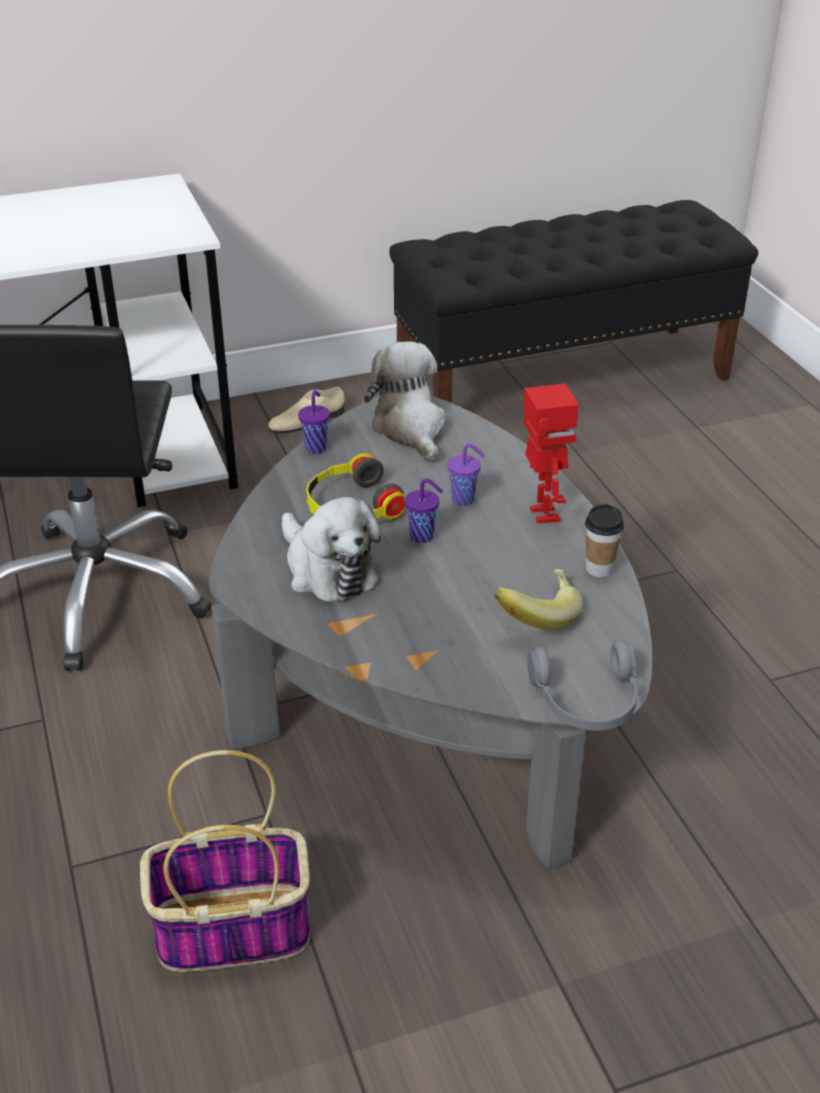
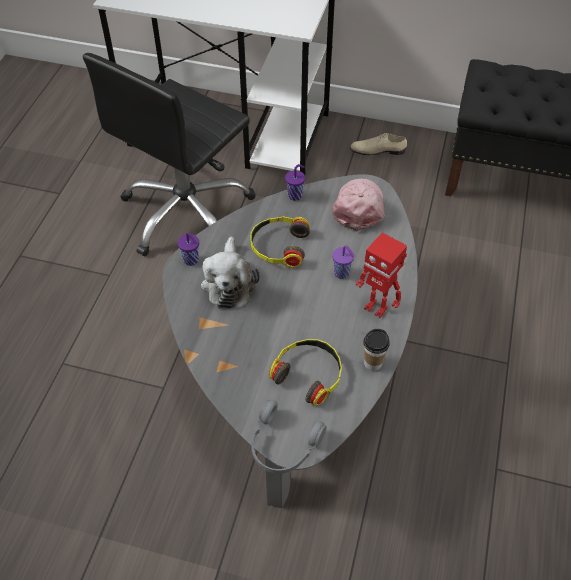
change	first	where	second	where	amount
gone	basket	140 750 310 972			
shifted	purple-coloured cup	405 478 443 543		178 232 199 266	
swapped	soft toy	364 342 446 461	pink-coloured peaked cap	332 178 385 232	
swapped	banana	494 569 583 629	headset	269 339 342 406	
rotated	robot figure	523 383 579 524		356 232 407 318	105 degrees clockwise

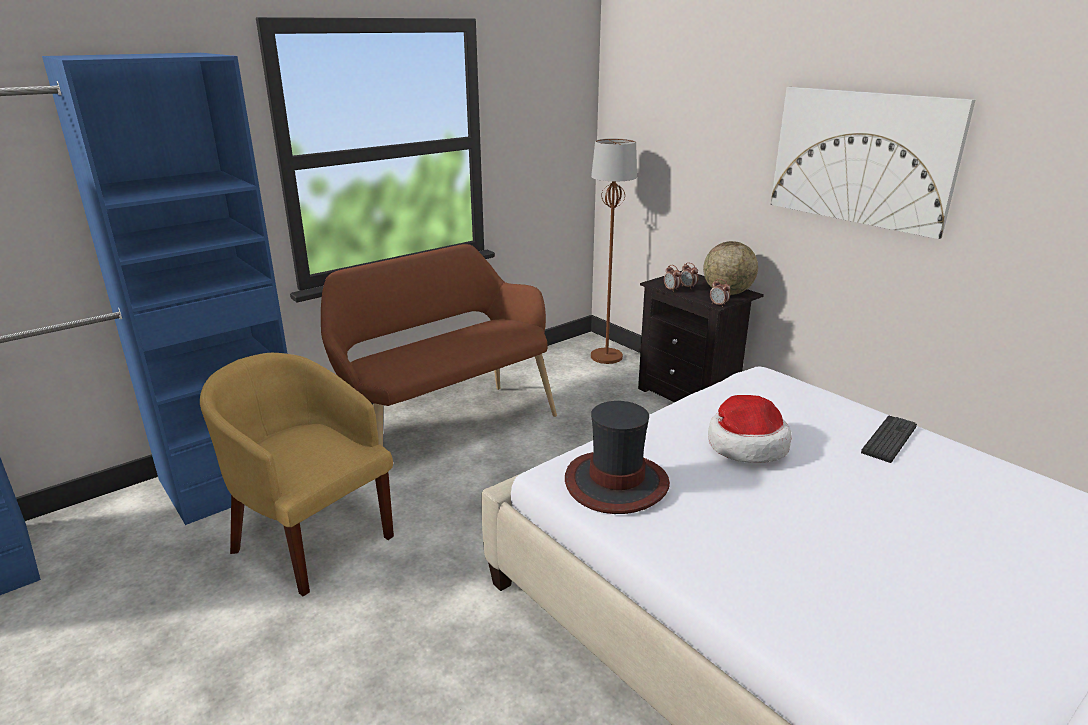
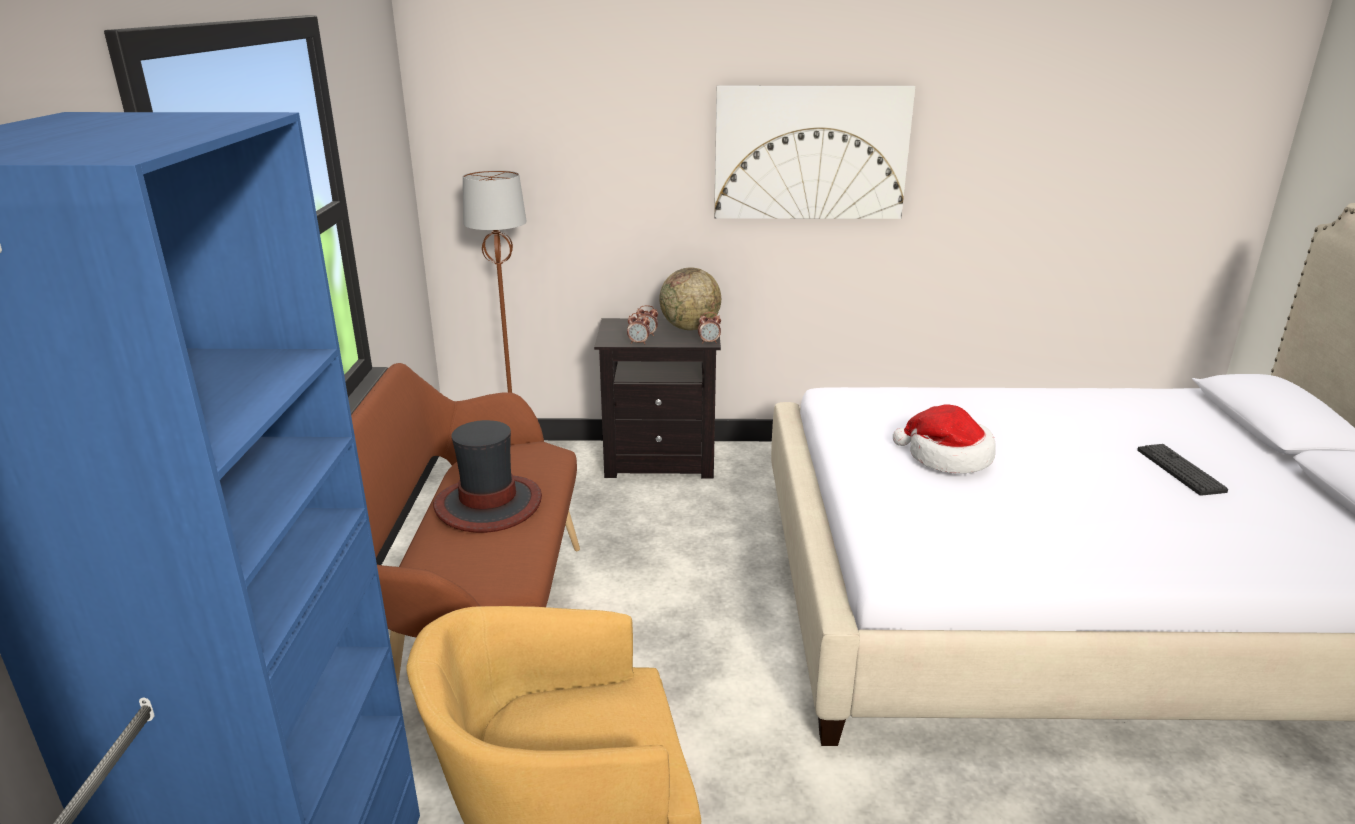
change	first	where	second	where	amount
shifted	hat	565 401 670 514		433 420 542 533	
shifted	computer keyboard	861 416 917 463		1137 444 1228 496	

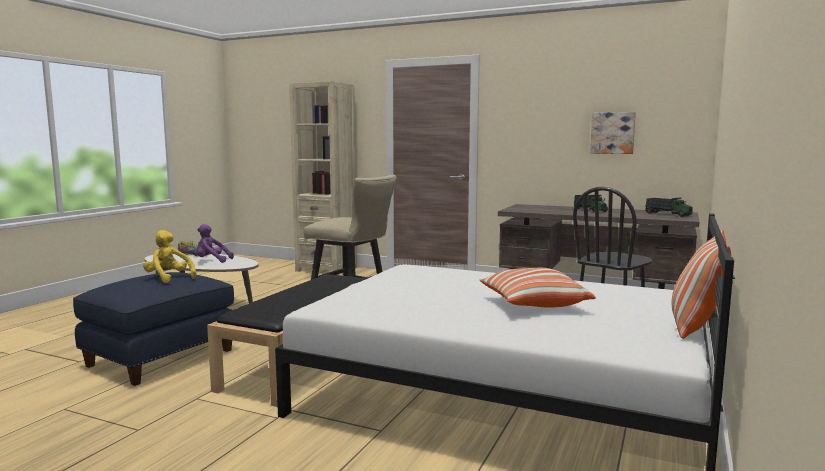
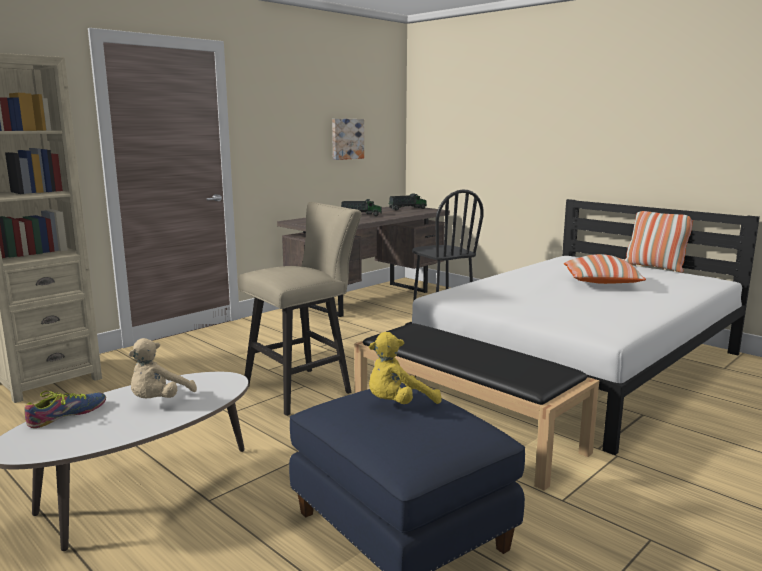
change	first	where	second	where	amount
repainted	purple-coloured soft toy	197 224 234 263	beige soft toy	128 338 197 398	

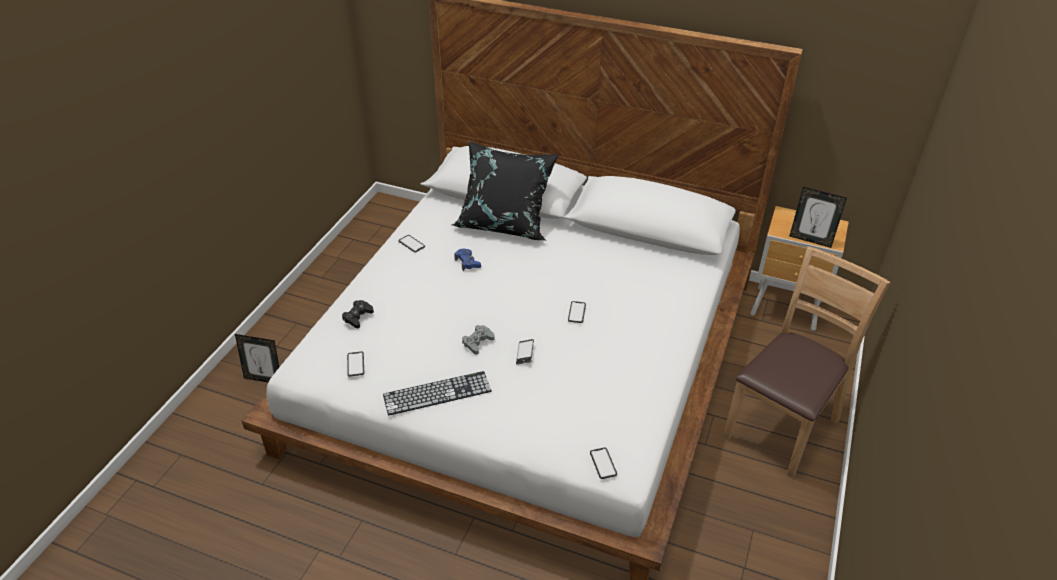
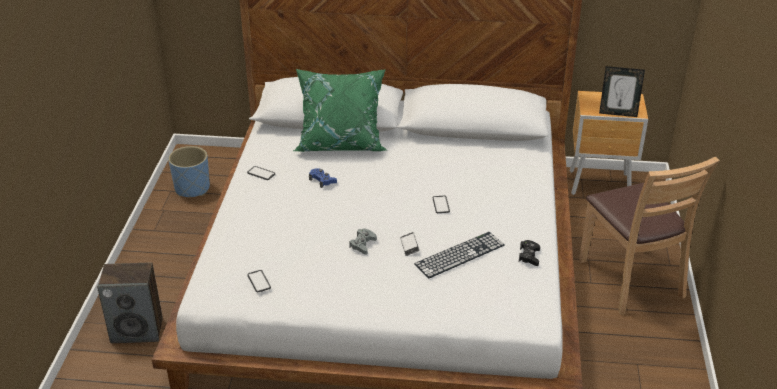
change	first	where	second	where	amount
gone	phone	590 447 617 479			
new			blue-coloured plant pot	168 146 210 197	
shifted	black game controller	342 300 374 328		519 240 540 266	
shifted	computer keyboard	383 371 492 416		414 232 505 278	
swapped	picture frame	235 334 279 382	speaker	97 262 163 343	
repainted	black throw pillow	452 141 559 240	greenish throw pillow	293 69 387 152	
rotated	brown-coloured chair	723 246 891 478		579 156 720 315	135 degrees clockwise

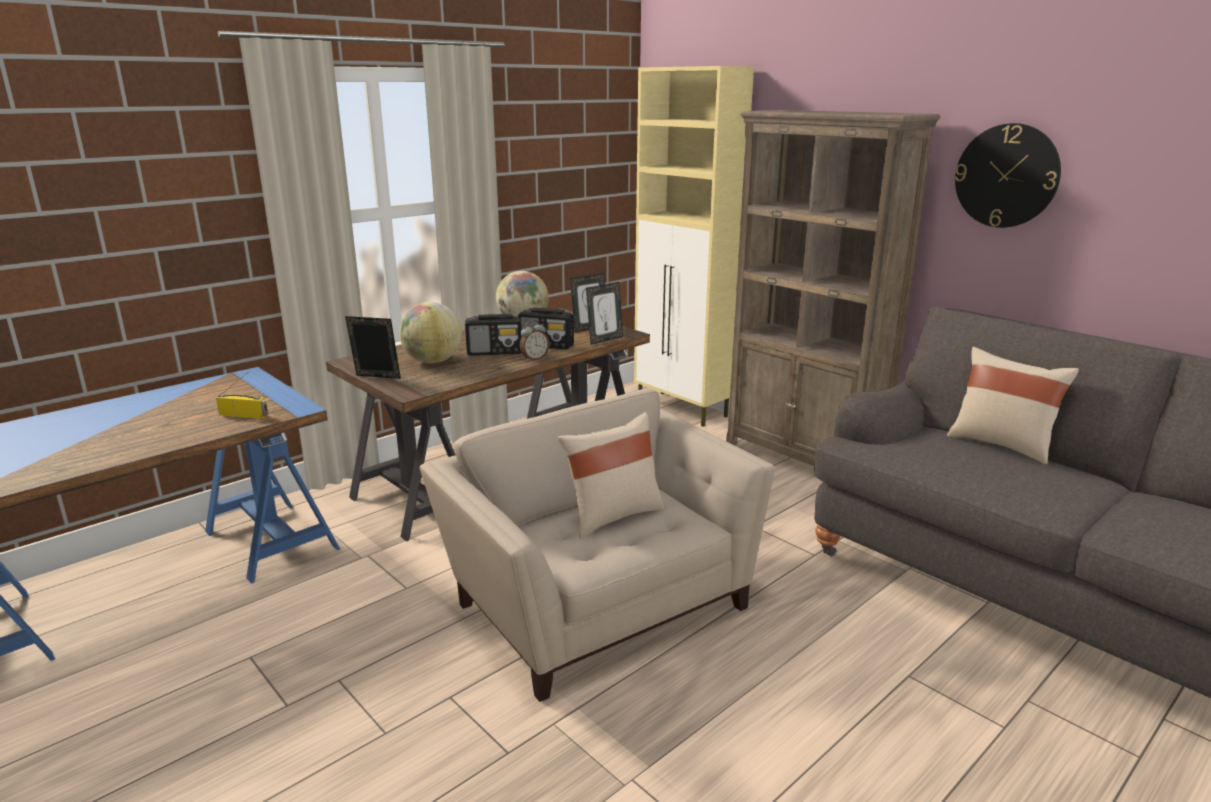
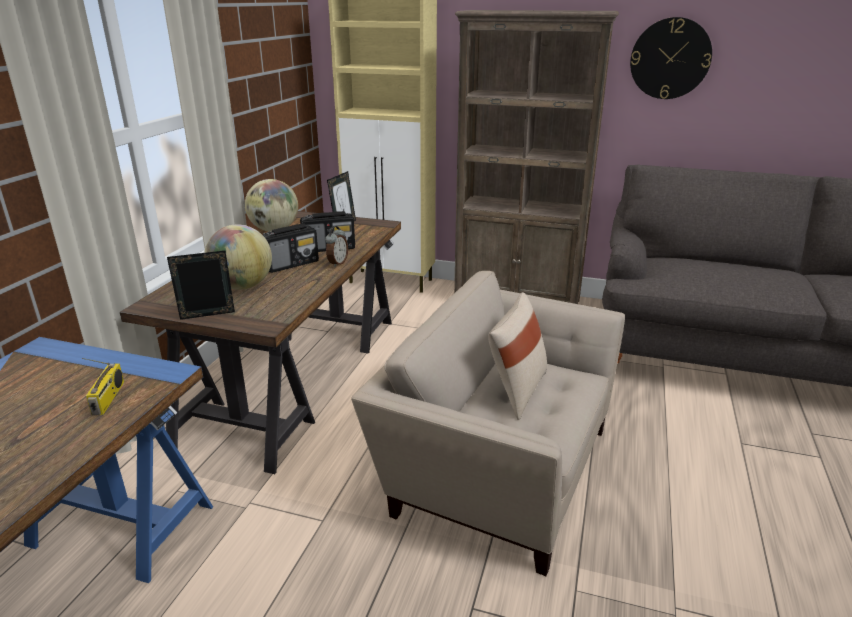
change	first	where	second	where	amount
gone	picture frame	586 282 623 345			
gone	beige throw pillow	947 347 1079 465			
rotated	radio set	216 372 268 419		82 358 124 415	105 degrees clockwise

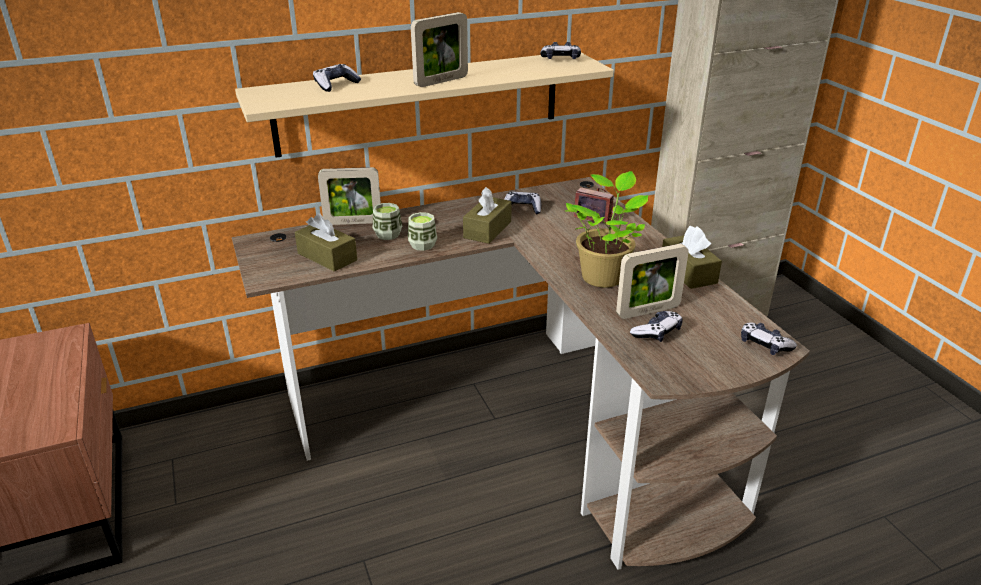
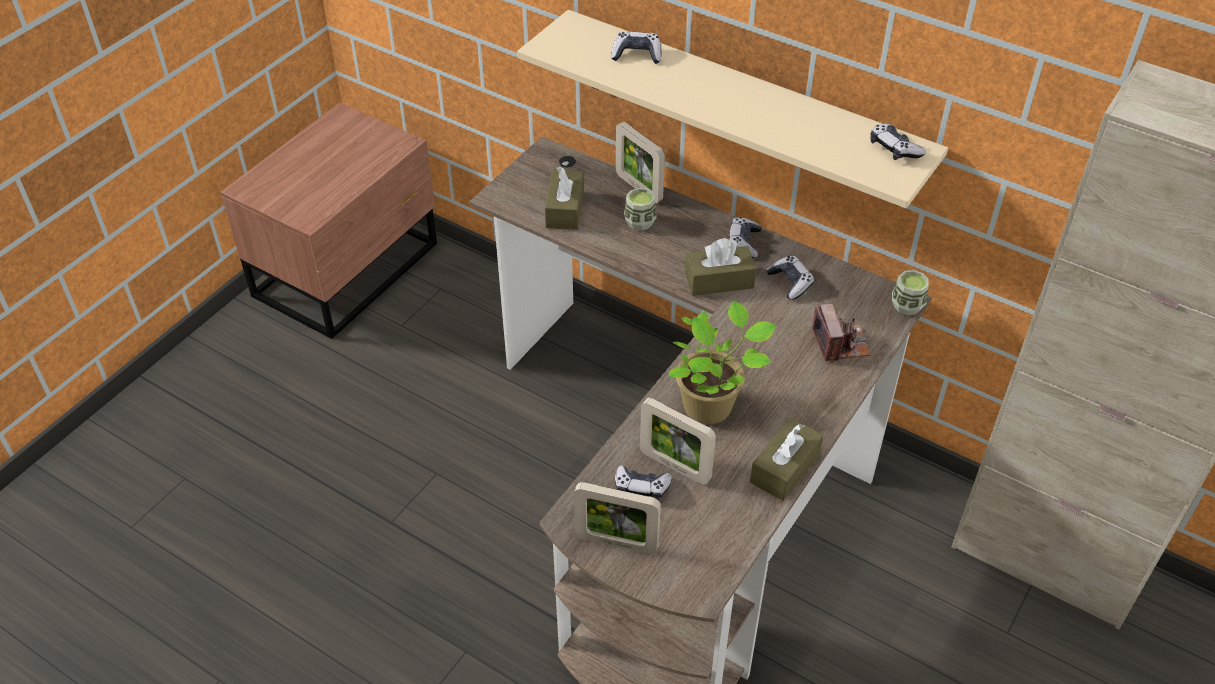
change	first	where	second	where	amount
shifted	cup	408 212 437 251		892 270 929 315	
shifted	picture frame	411 12 468 87		574 482 661 555	
shifted	game controller	741 322 797 355		729 217 762 258	

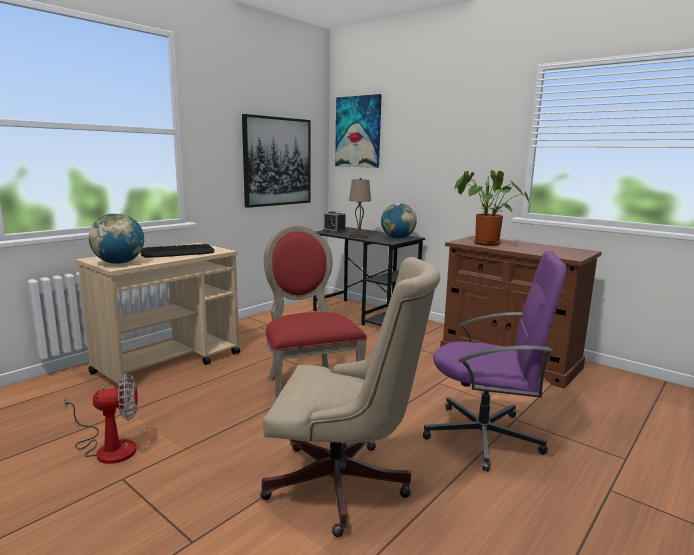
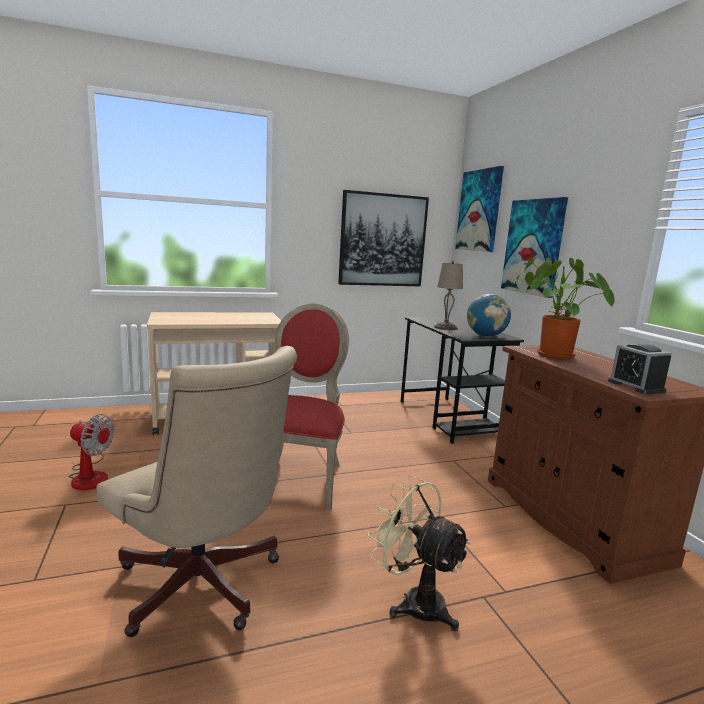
change	first	where	second	where	amount
gone	desk globe	89 213 144 264			
gone	computer keyboard	141 244 215 258			
new			wall art	501 197 568 298	
shifted	bedside clock	323 211 346 233		608 344 672 394	
swapped	purple-coloured desk chair	423 251 567 472	beige fan	367 475 471 631	

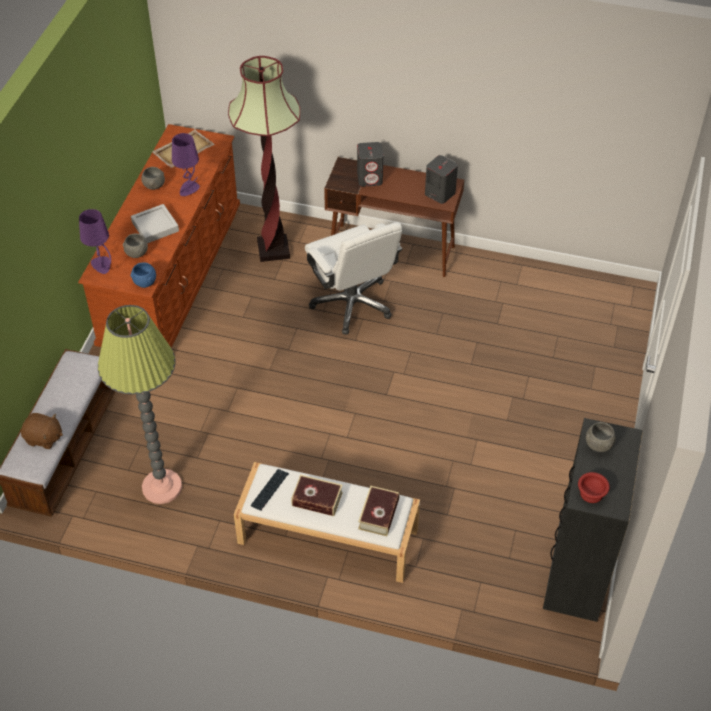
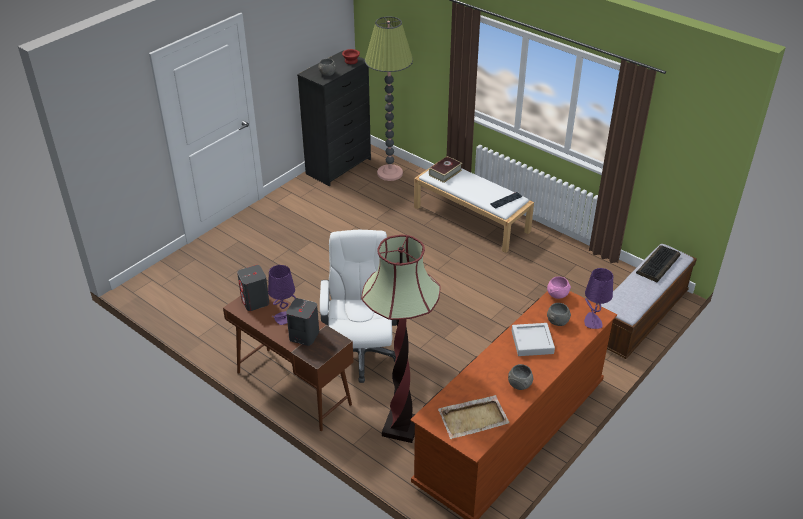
change	first	where	second	where	amount
gone	volume	291 475 343 516			
shifted	floor lamp	98 305 182 504		365 16 413 181	
shifted	purple-coloured tabletop lamp	172 133 200 196		268 265 296 325	
swapped	brown-coloured soft toy	21 413 63 449	computer keyboard	636 245 680 282	
repainted	blue-coloured bowl	131 263 156 288	pink-coloured bowl	547 277 571 299	

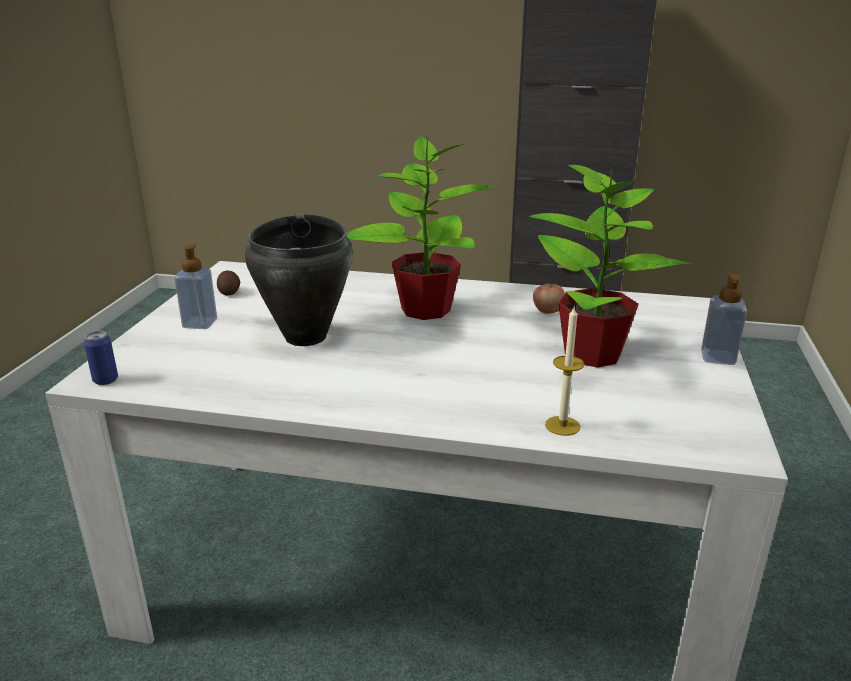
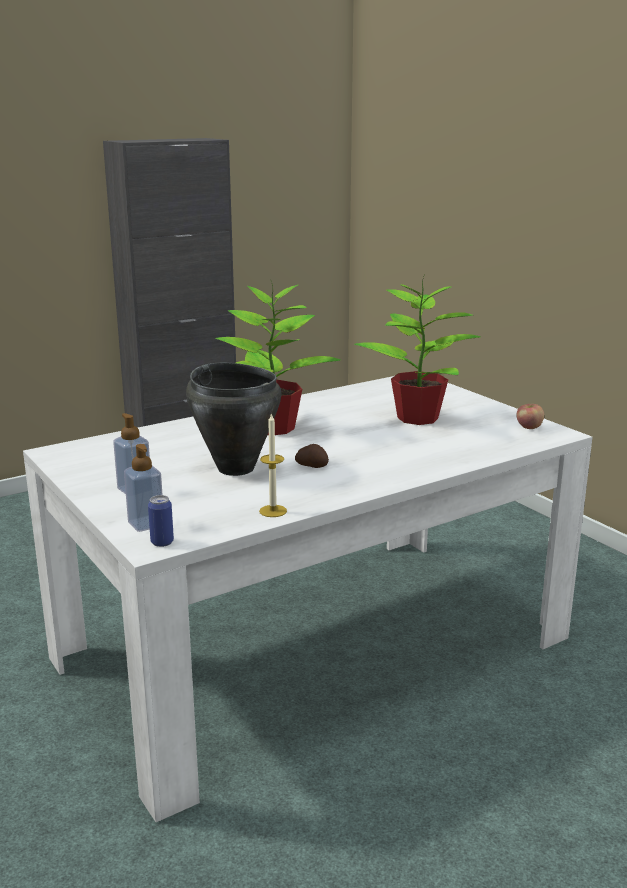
change	first	where	second	where	amount
shifted	whole potato	217 270 240 295		295 444 329 468	
shifted	apple	533 284 565 314		517 404 544 429	
shifted	wax light	545 307 584 436		259 413 287 517	
shifted	liquid soap bottle	701 274 747 365		124 444 162 532	

